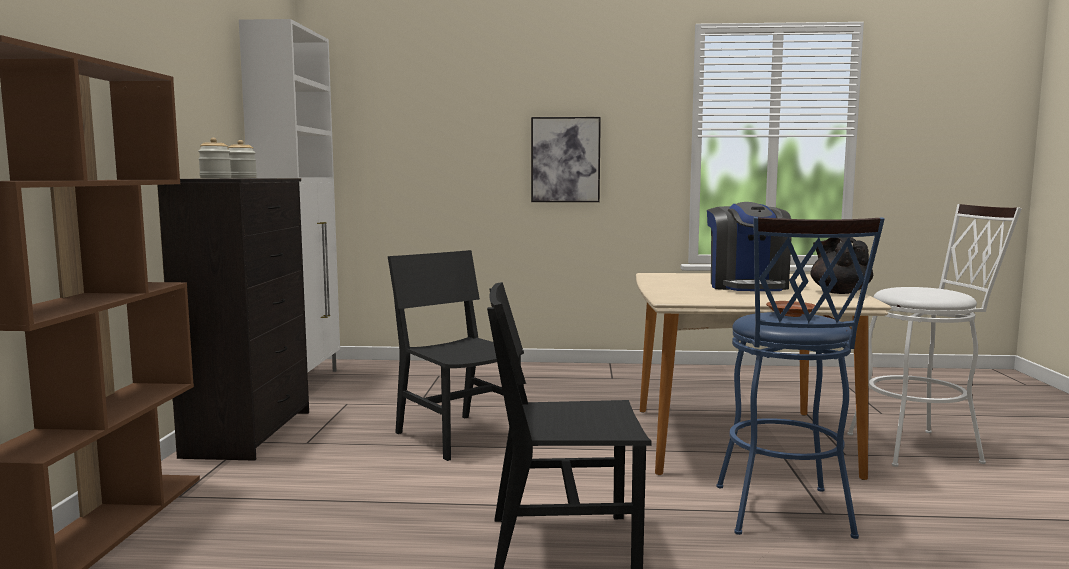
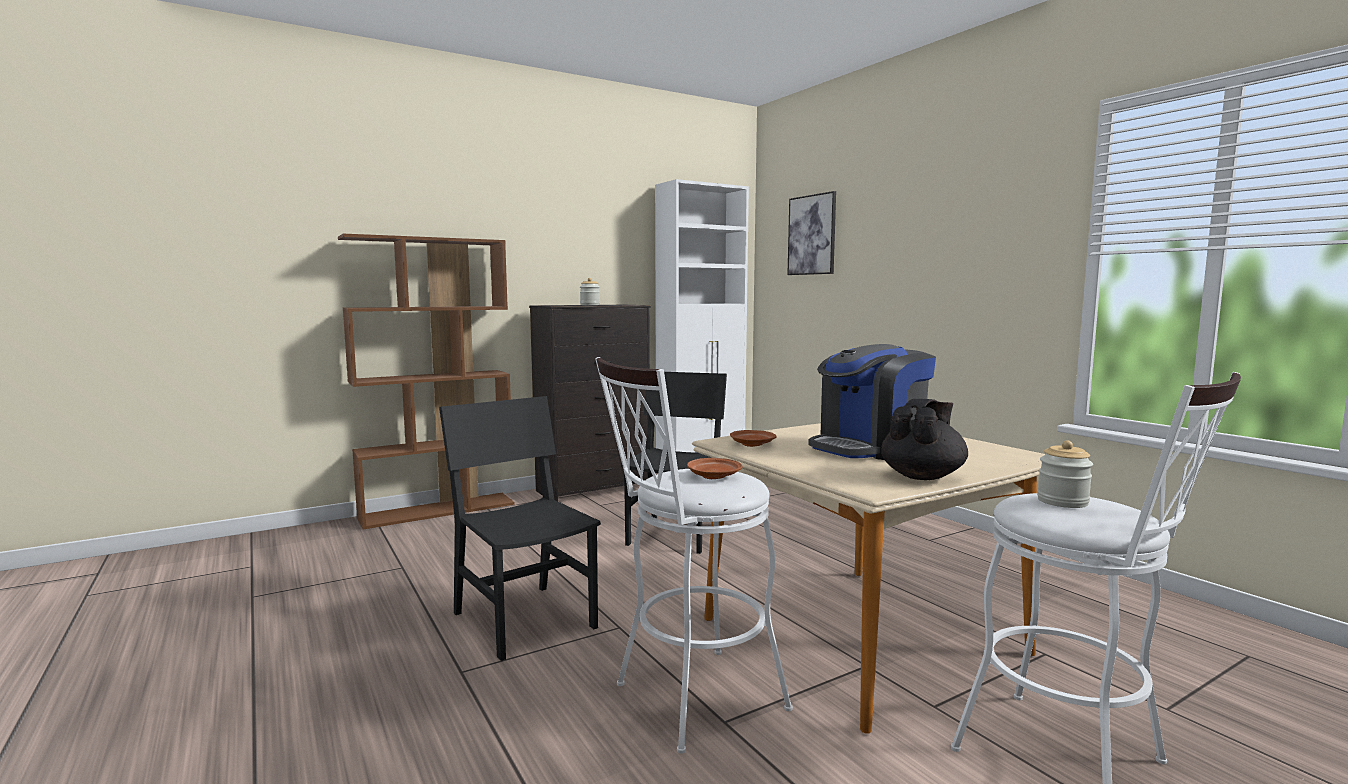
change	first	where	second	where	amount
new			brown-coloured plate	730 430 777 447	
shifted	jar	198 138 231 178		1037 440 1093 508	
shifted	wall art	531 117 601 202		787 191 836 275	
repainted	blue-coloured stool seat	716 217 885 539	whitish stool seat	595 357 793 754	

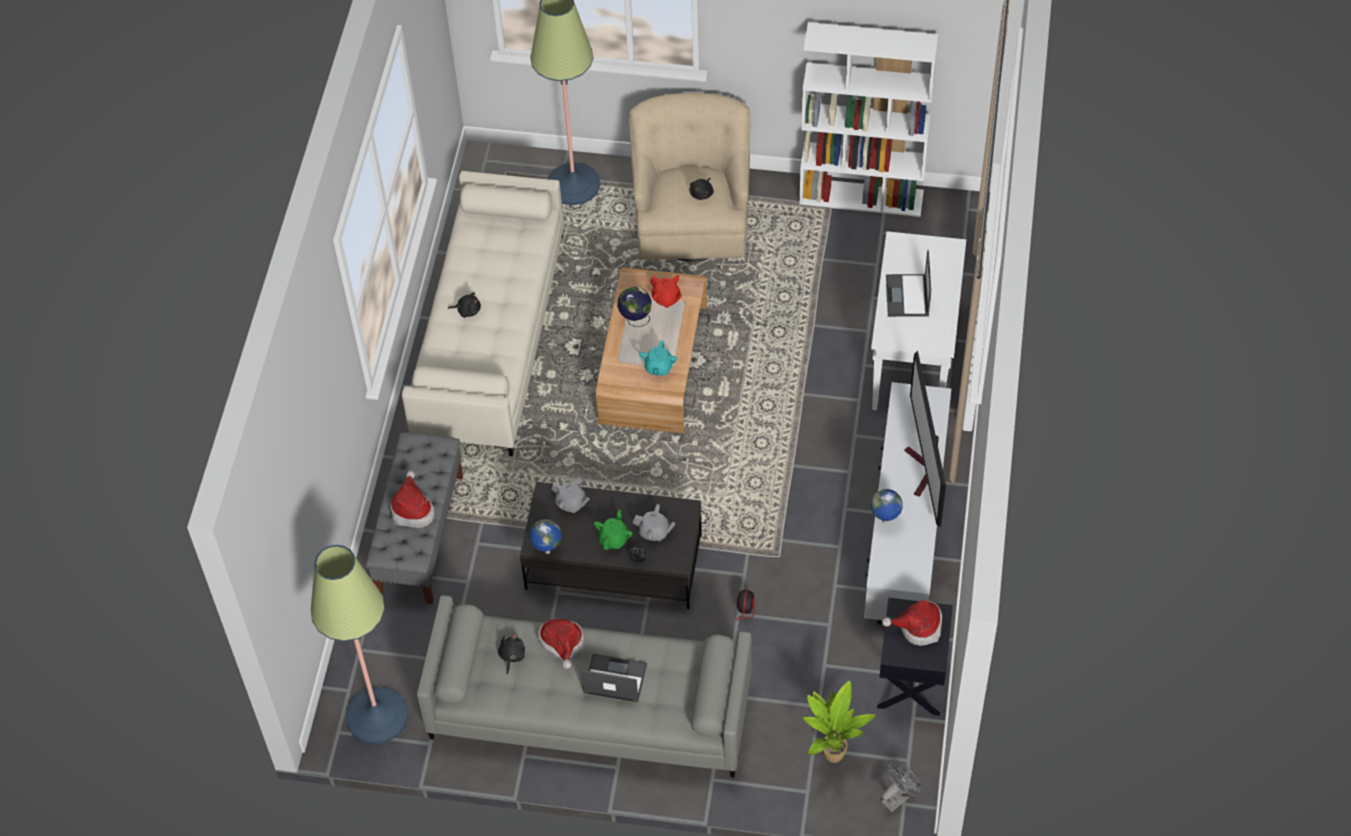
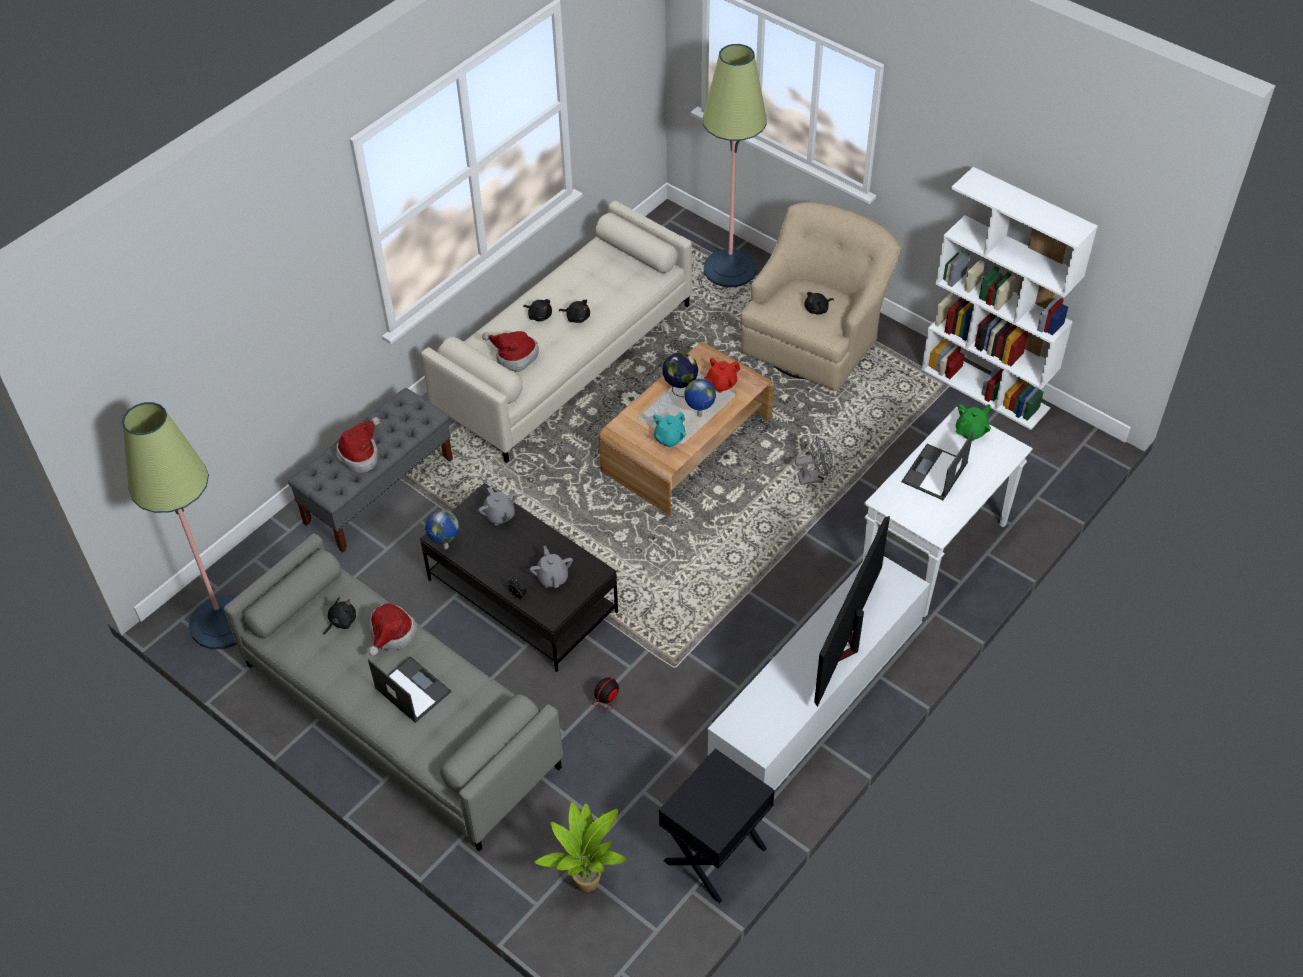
change	first	where	second	where	amount
new			black soft toy	559 300 590 323	
shifted	greenish teapot	594 510 632 550		956 404 991 441	
shifted	desk globe	871 489 903 524		684 379 716 417	
shifted	gray fan	881 762 920 813		795 436 833 485	
shifted	hat	882 600 942 646		482 331 539 372	
rotated	gray teapot	633 504 675 541		530 546 573 588	150 degrees counterclockwise
rotated	red-coloured teapot	650 275 682 308		704 358 740 393	75 degrees clockwise

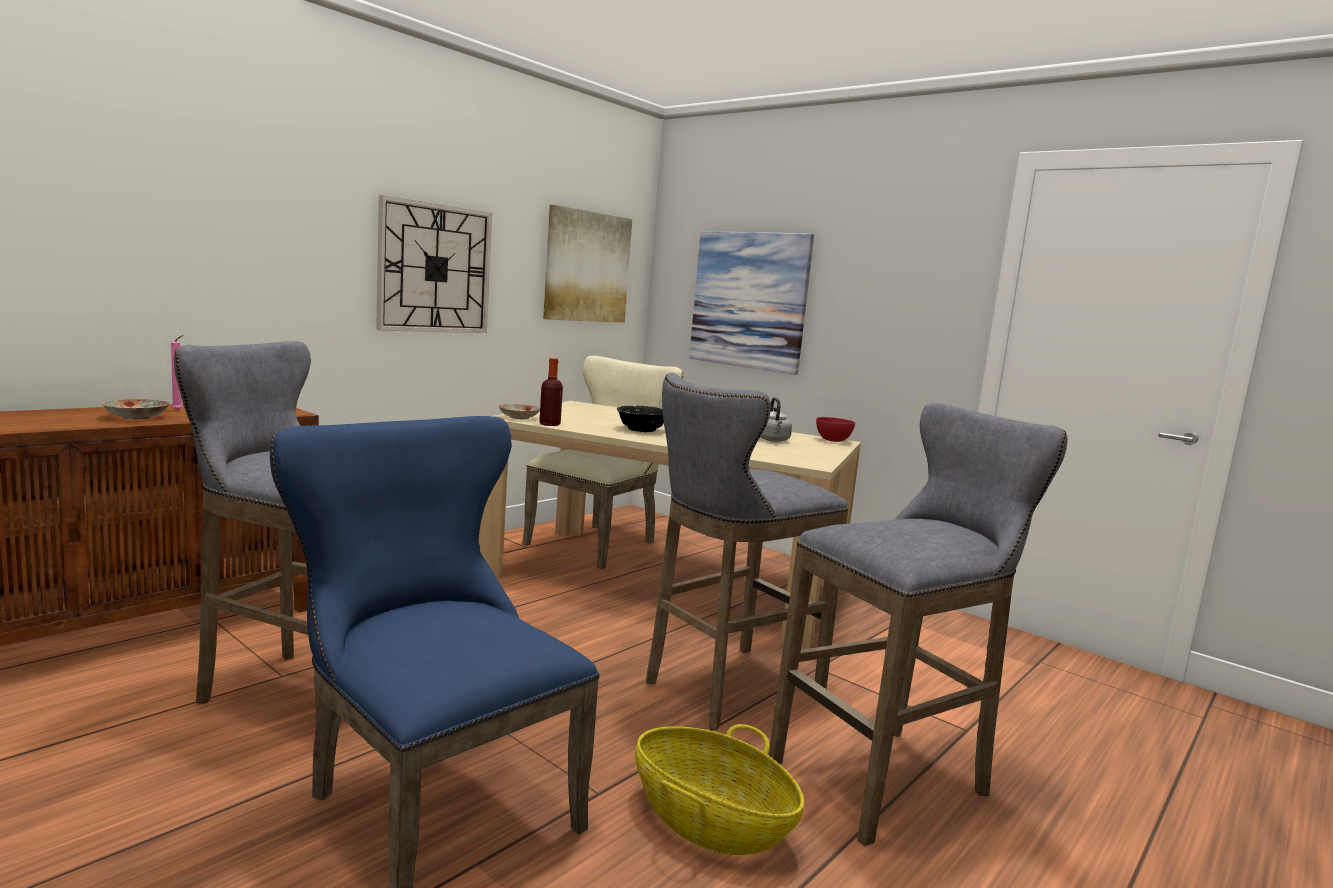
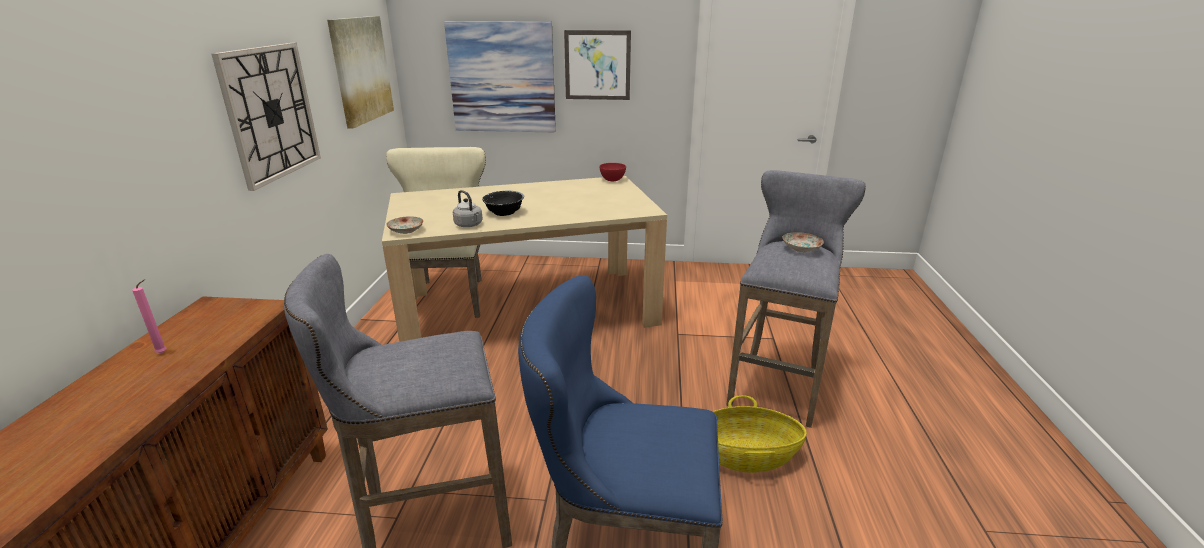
change	first	where	second	where	amount
gone	drink bottle	539 358 563 426			
gone	gray stool seat	646 373 848 730			
new			wall art	564 30 631 100	
shifted	plate	102 399 170 420		783 232 824 252	
shifted	gray tea kettle	760 397 792 442		453 190 483 227	

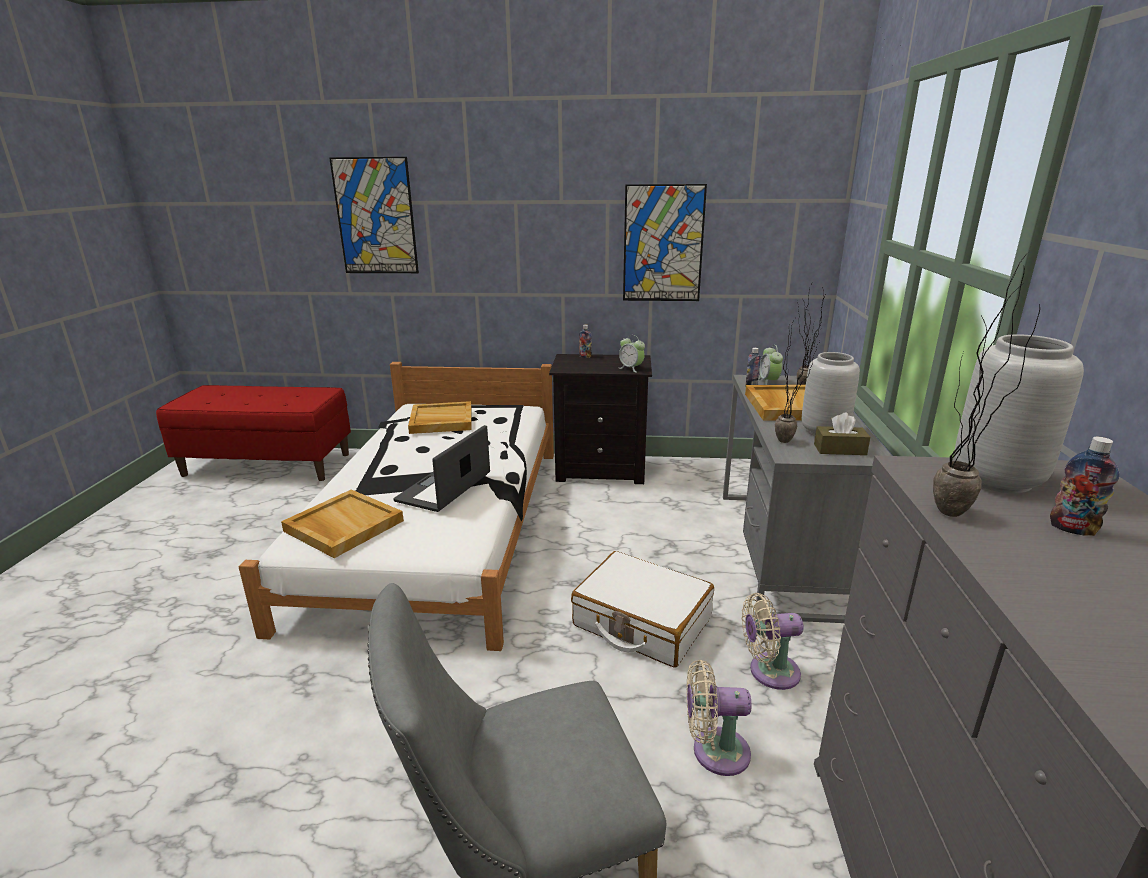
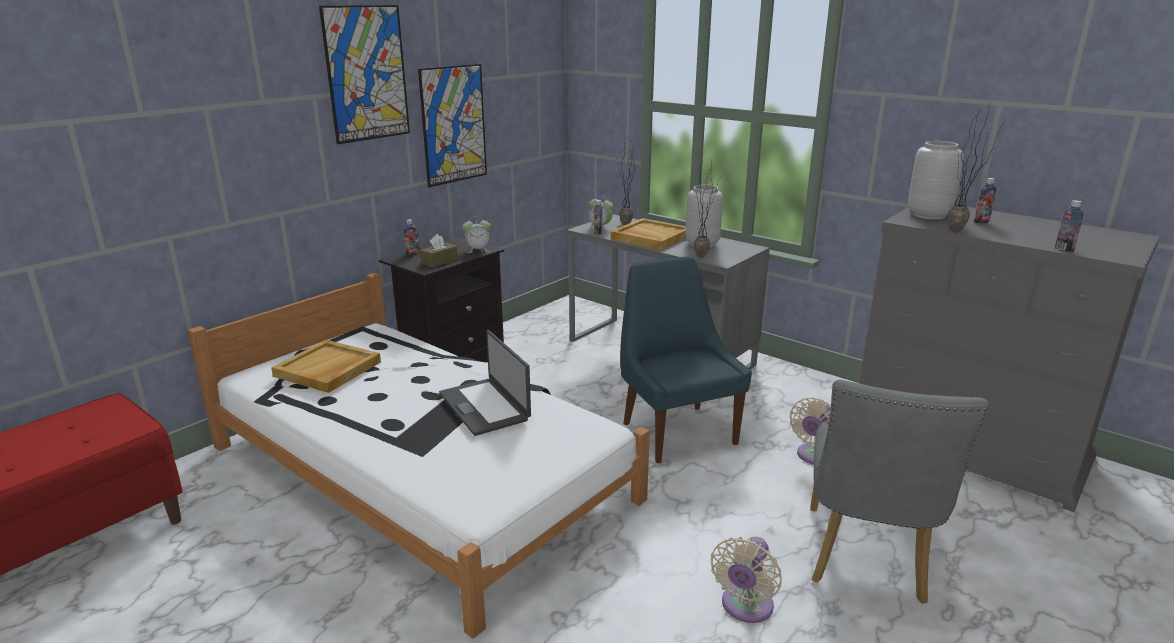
change	first	where	second	where	amount
gone	beige serving tray	281 489 404 558			
new			drink bottle	1055 200 1083 252	
shifted	wall art	329 157 419 273		319 5 410 144	
shifted	beige fan	742 593 803 690		711 537 782 623	
shifted	brown-coloured box of tissues	814 412 870 455		420 234 458 267	
swapped	whitish suitcase	571 551 714 668	blue-coloured chair	620 257 752 464	

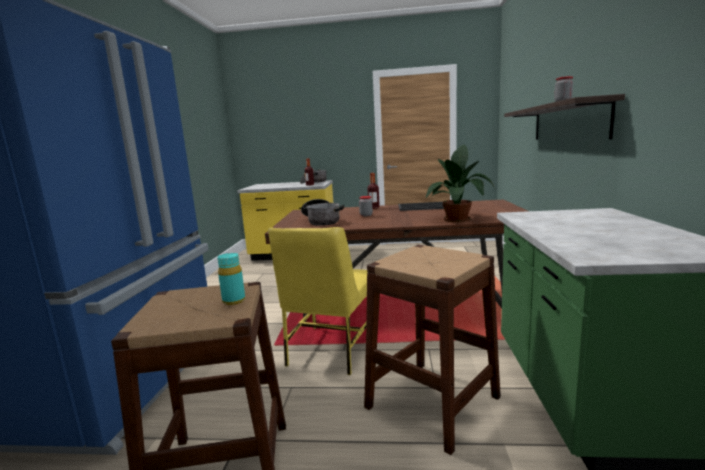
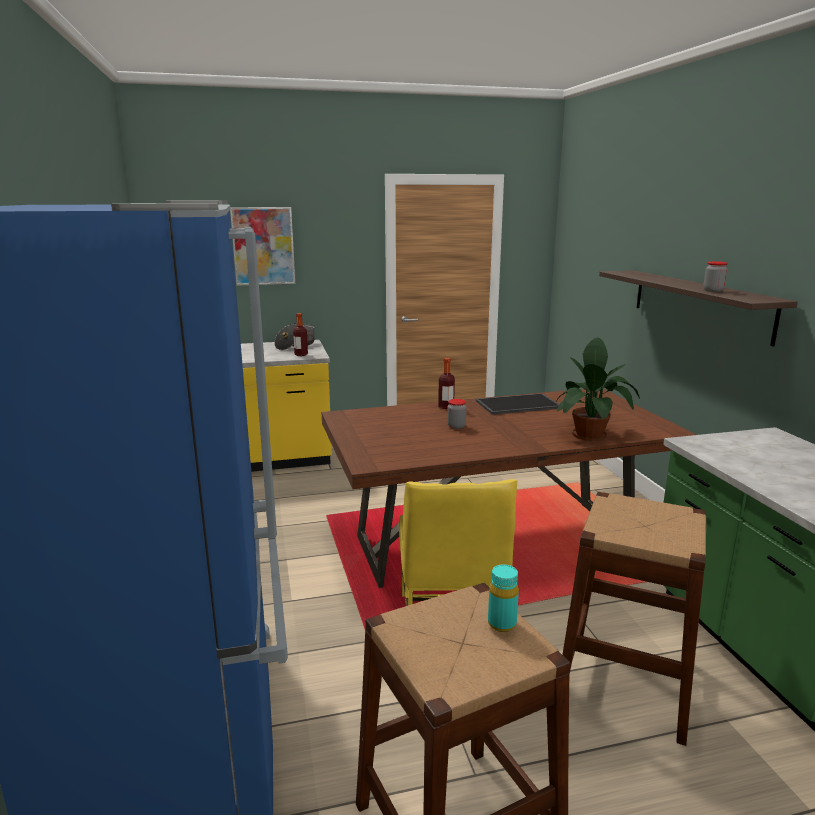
change	first	where	second	where	amount
gone	saucepot	301 199 344 226			
new			wall art	230 207 295 286	

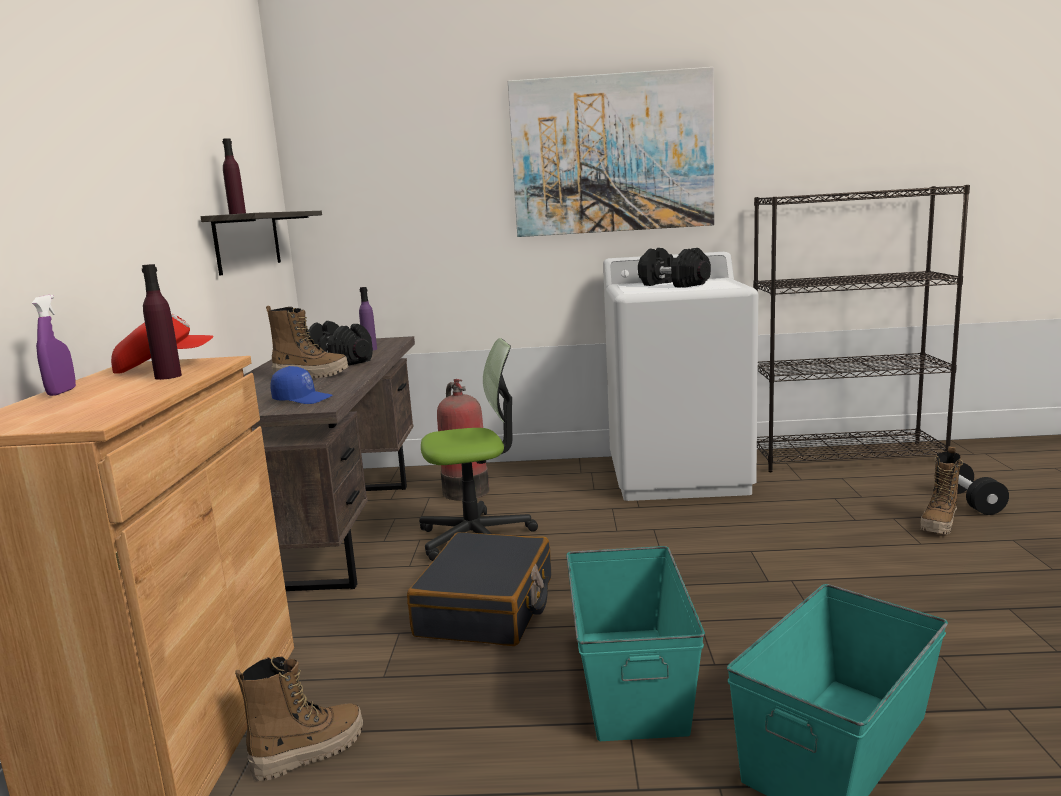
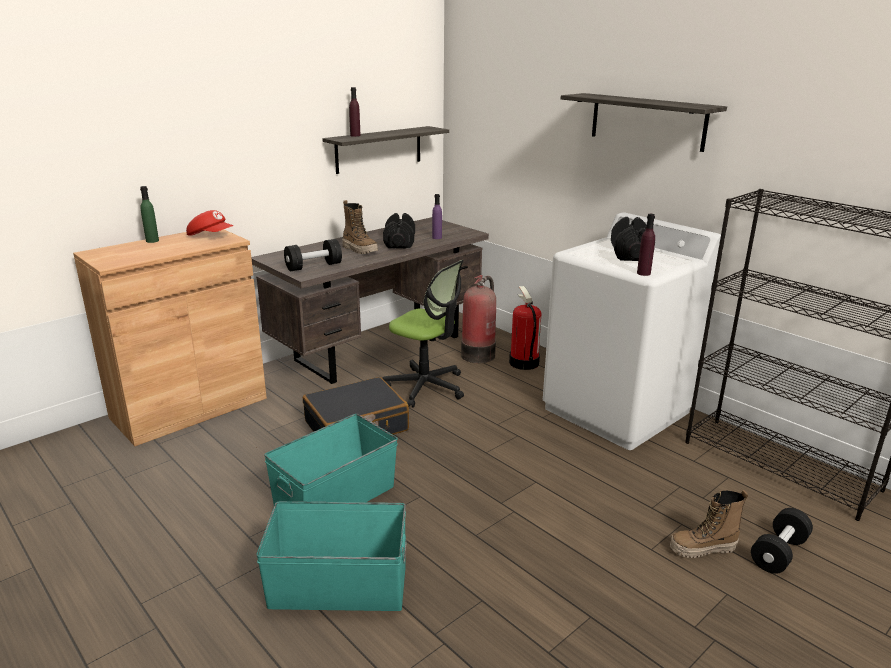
change	first	where	second	where	amount
gone	tall boot	235 657 363 781			
new			fire-fighting cylinder	509 286 541 370	
shifted	purple-coloured drink bottle	142 264 182 380		637 214 655 276	
swapped	purple-coloured hand sprayer	32 295 76 396	greenish drink bottle	140 186 159 243	
swapped	blue-coloured peaked cap	270 366 332 404	black dumbbell	284 239 342 271	
swapped	wall art	508 67 714 237	bracket shelf	561 93 727 152	

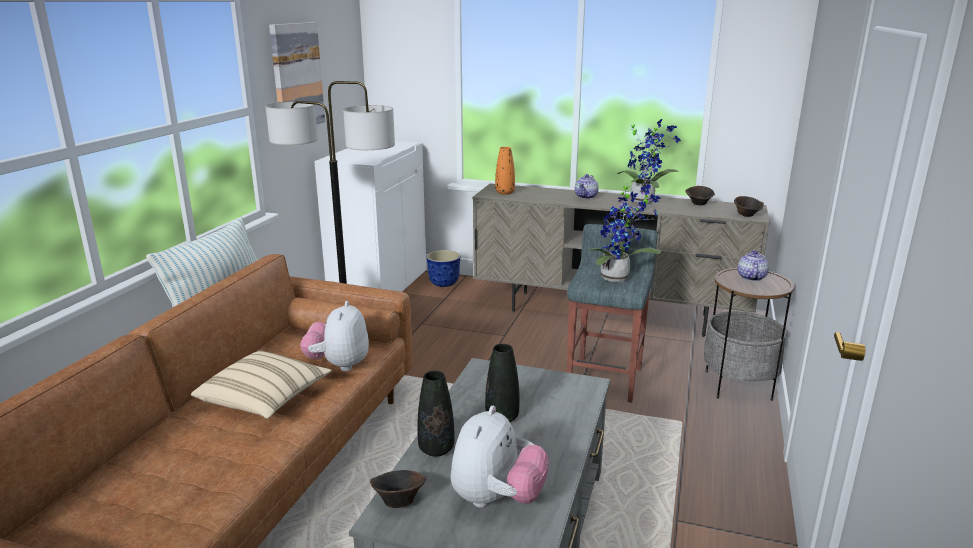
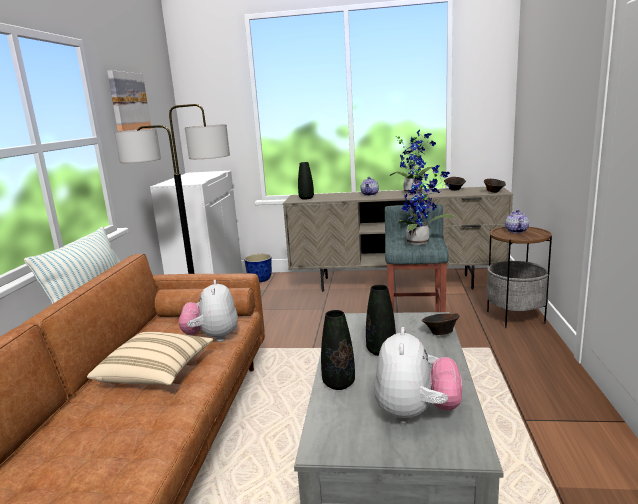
change	first	where	second	where	amount
shifted	brown-coloured bowl	370 470 426 508		422 313 459 335	
repainted	orange flower vase	495 147 515 195	black flower vase	298 162 314 200	

